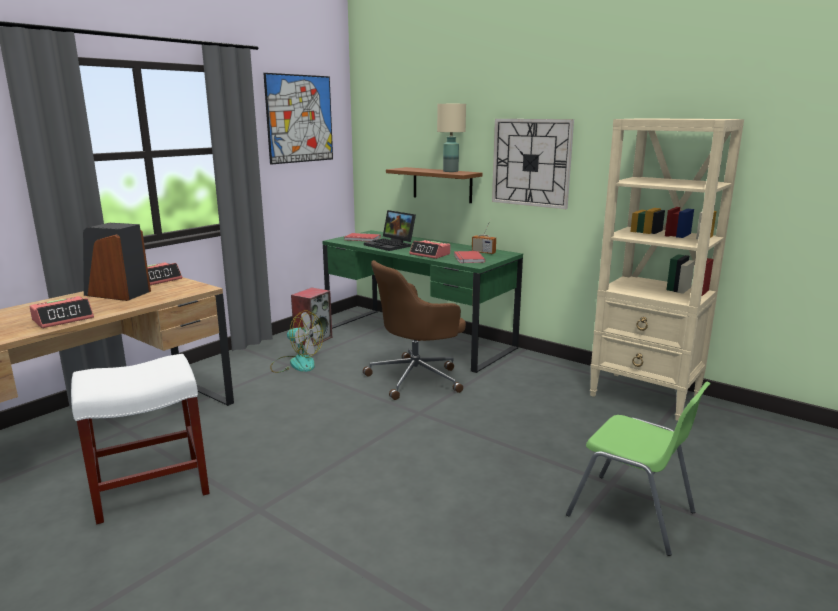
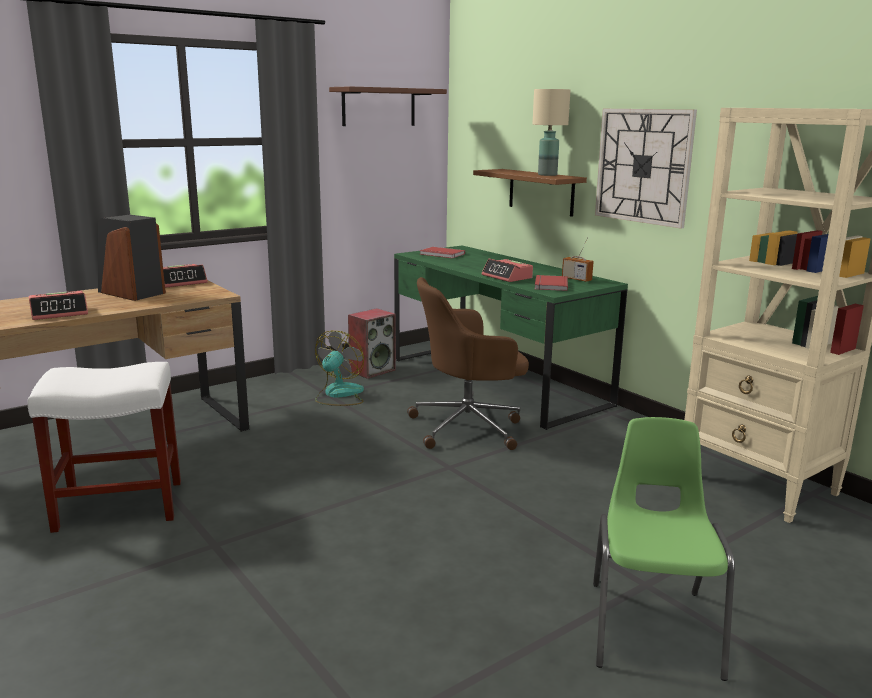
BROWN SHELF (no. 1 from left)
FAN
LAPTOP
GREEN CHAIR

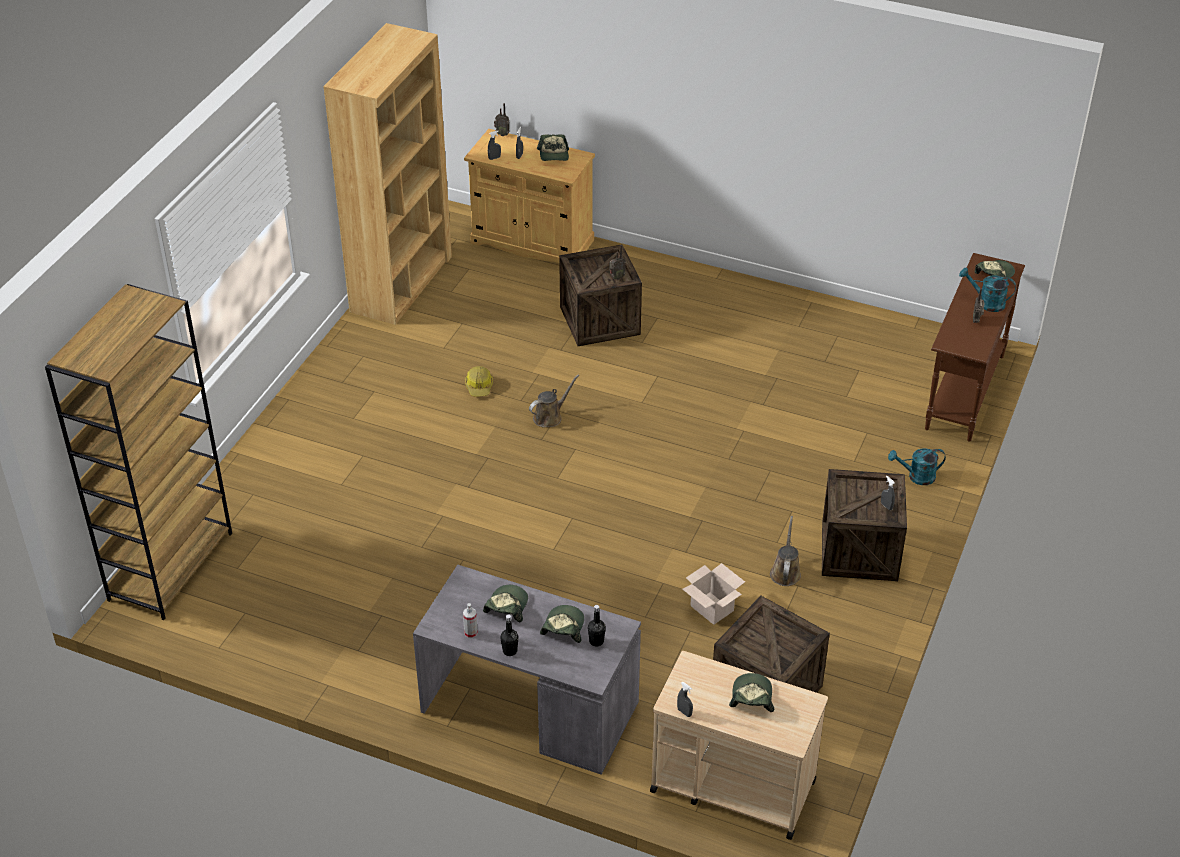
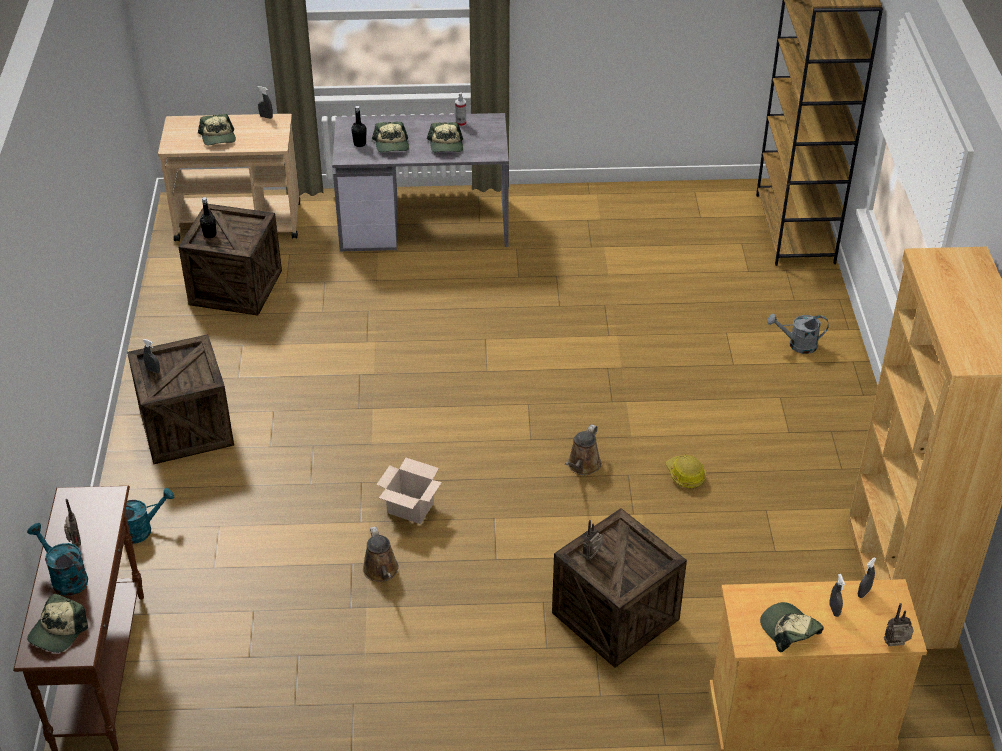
BLACK BOTTLE (no. 1 from left)
CARDBOARD BOX
BROWN WATERING CAN (no. 1 from left)
TURQUOISE WATERING CAN (no. 1 from left)
GREY WATERING CAN

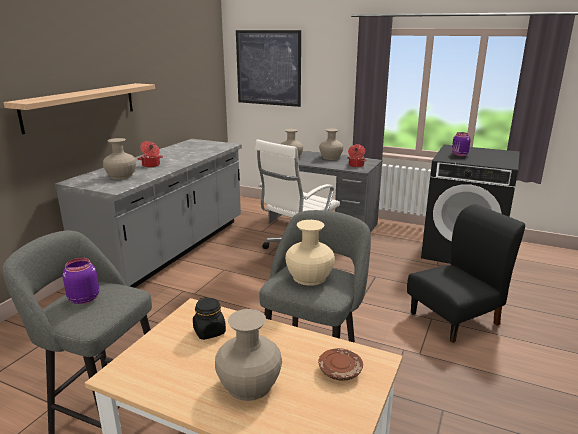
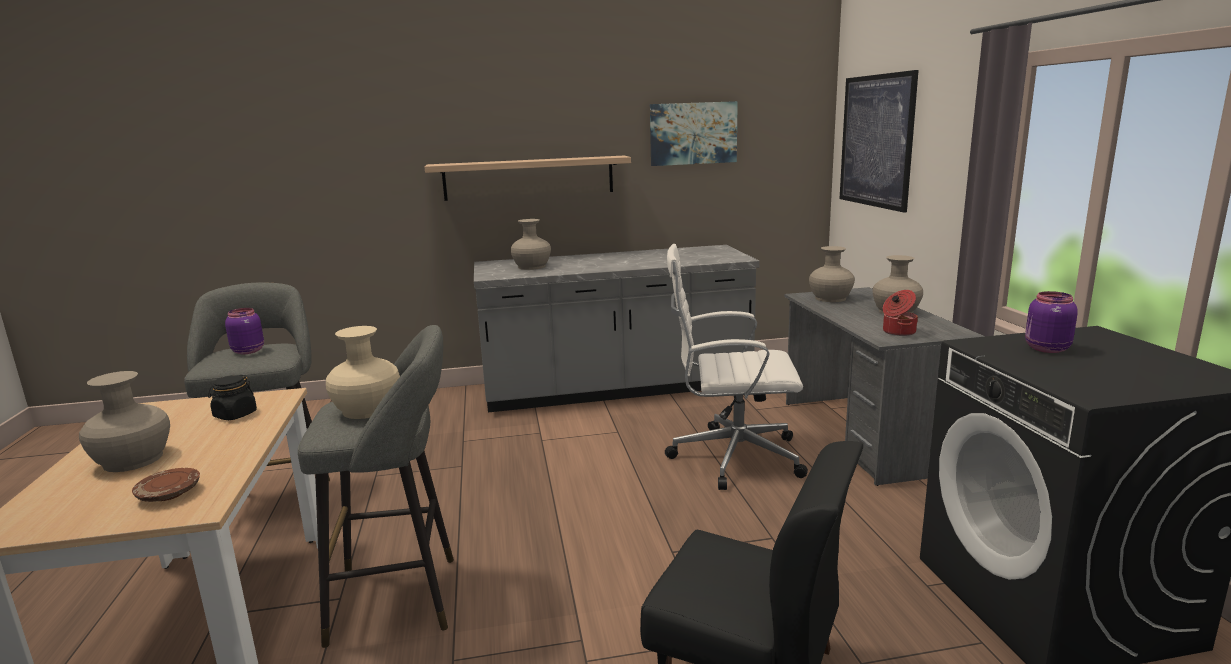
COOKING POT (no. 1 from left in the first image)
PICTURE (no. 1 from left)

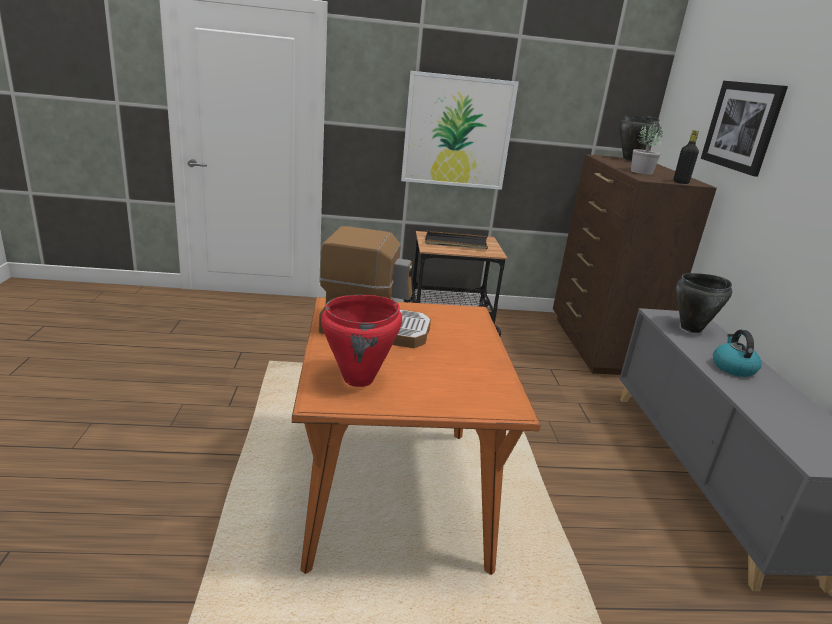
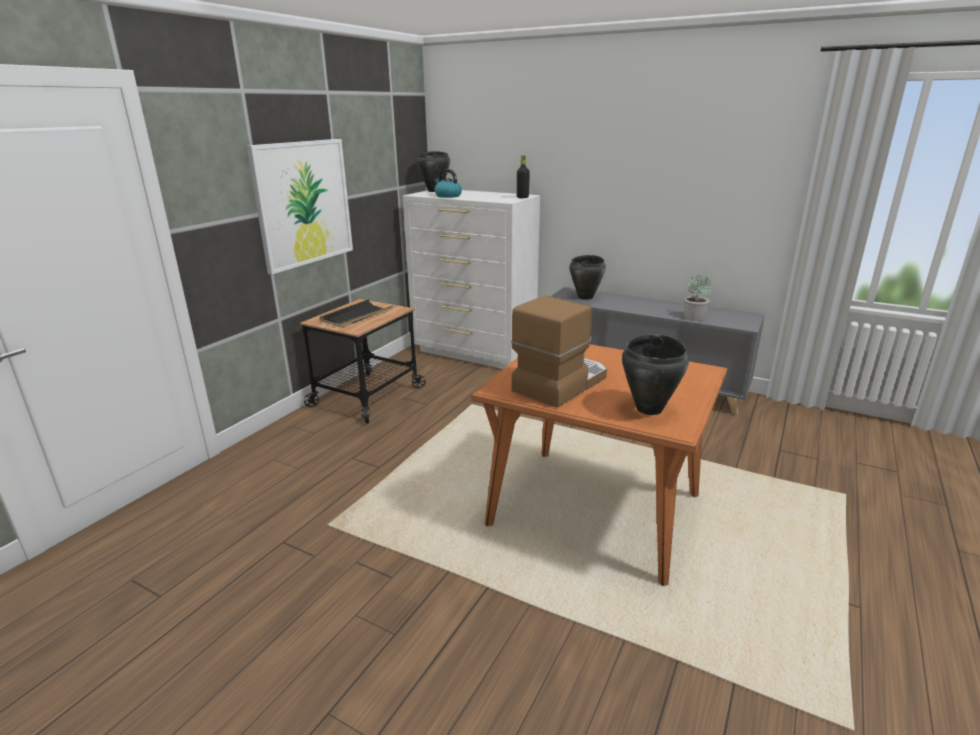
BLACK COOKING POT (no. 3 from left)
WHITE DRESSER
POTTED PLANT
PICTURE (no. 2 from left in the first image)
KETTLE

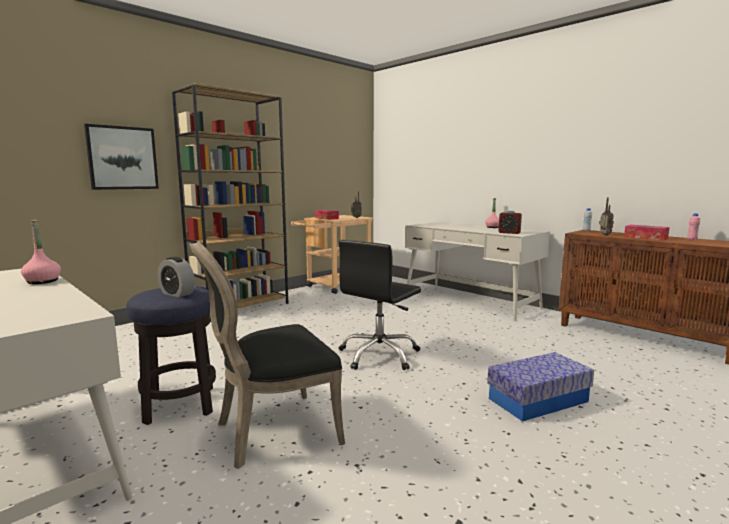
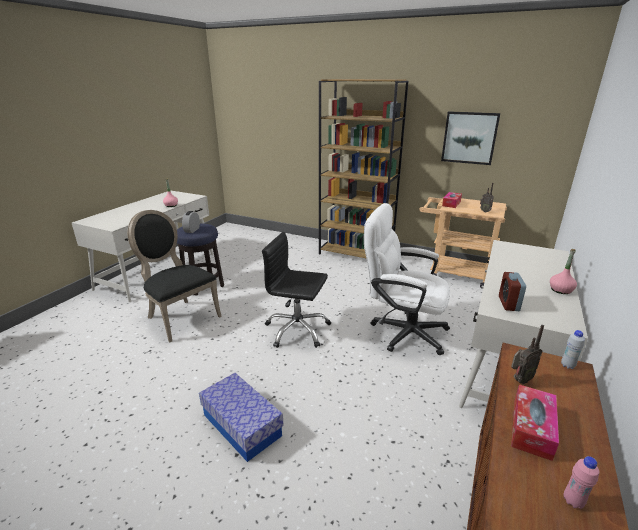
PICTURE
WHITE OFFICE CHAIR

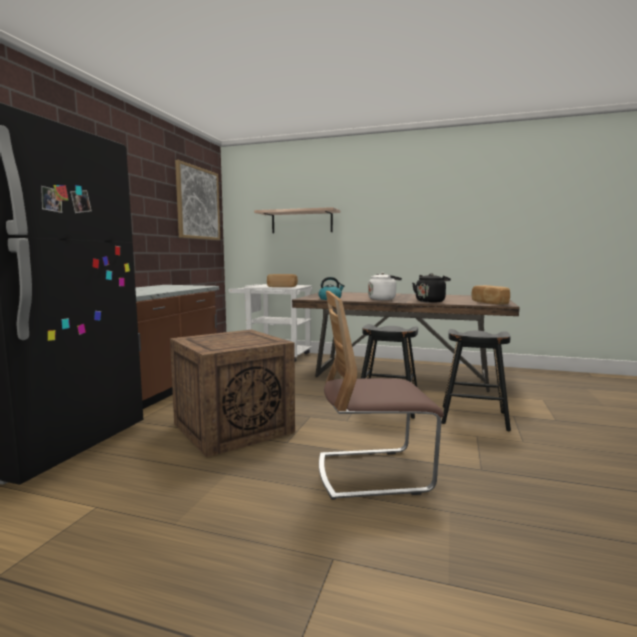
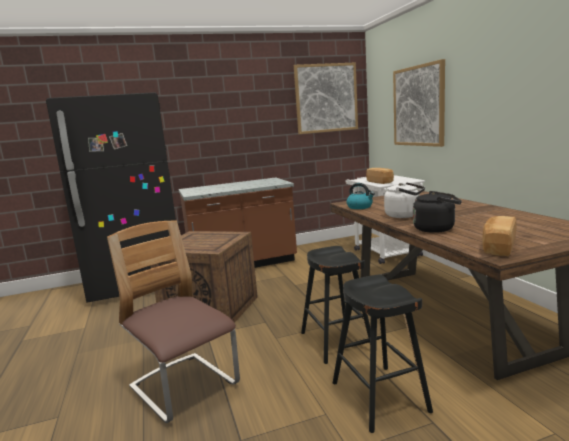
PICTURE (no. 2 from left)

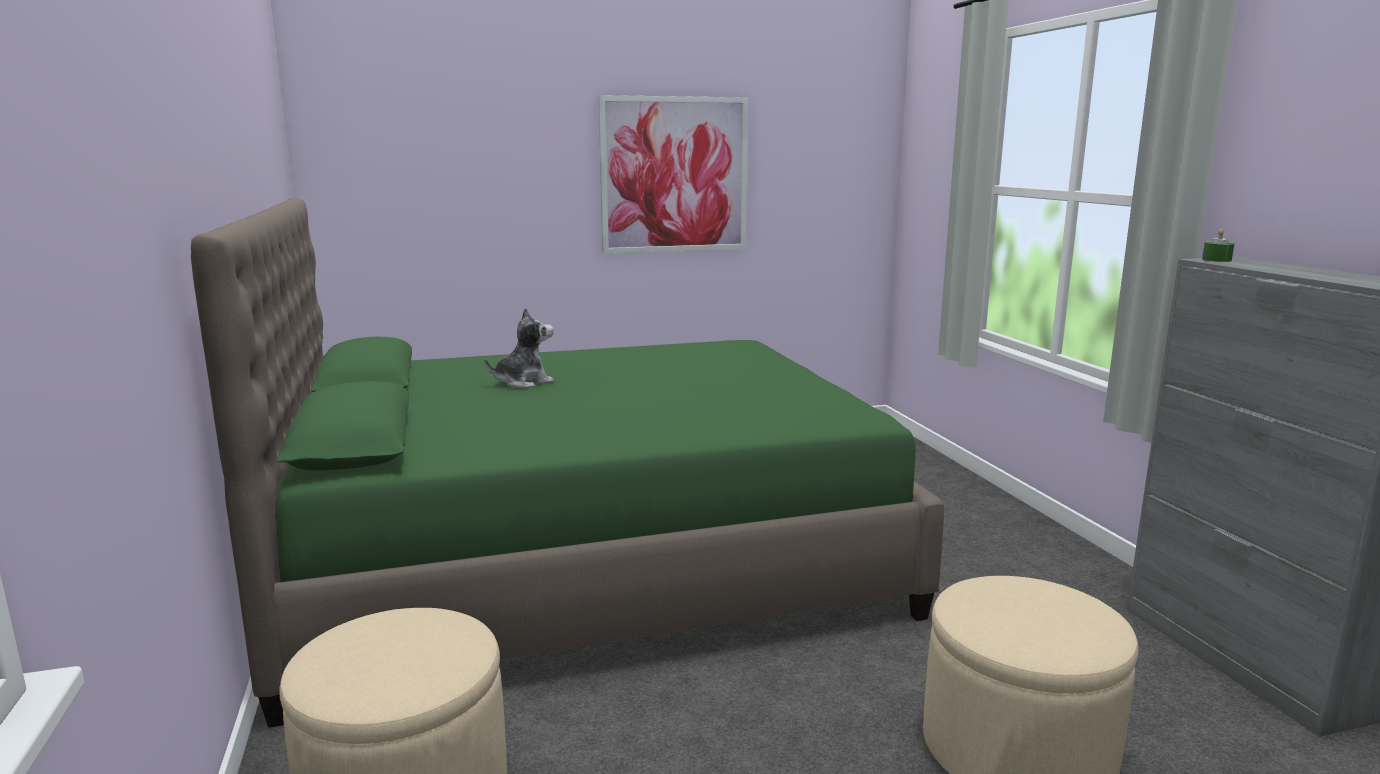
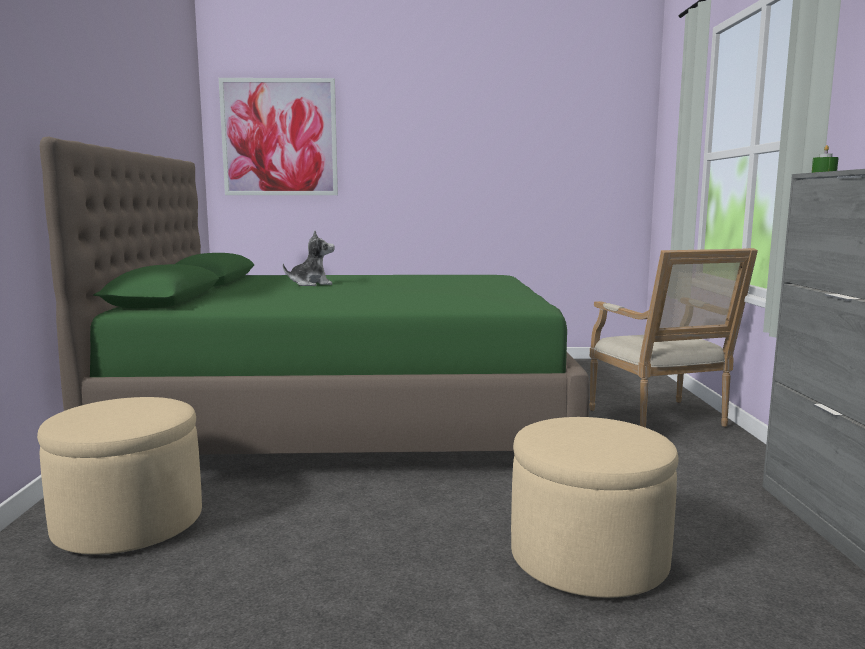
PICTURE
ARMCHAIR

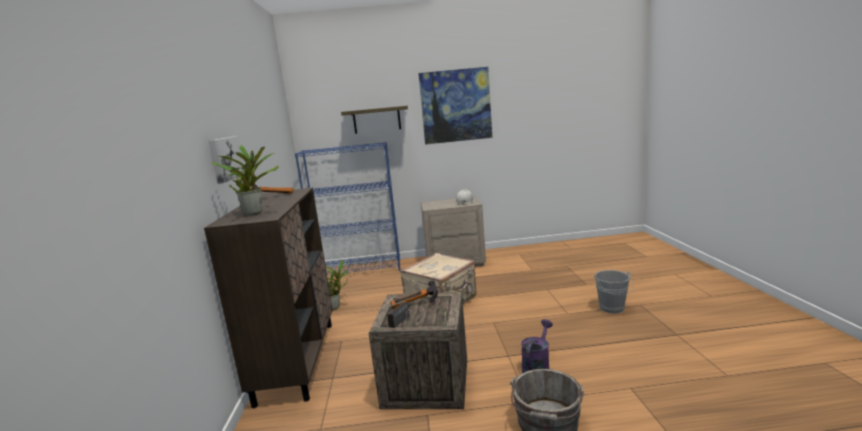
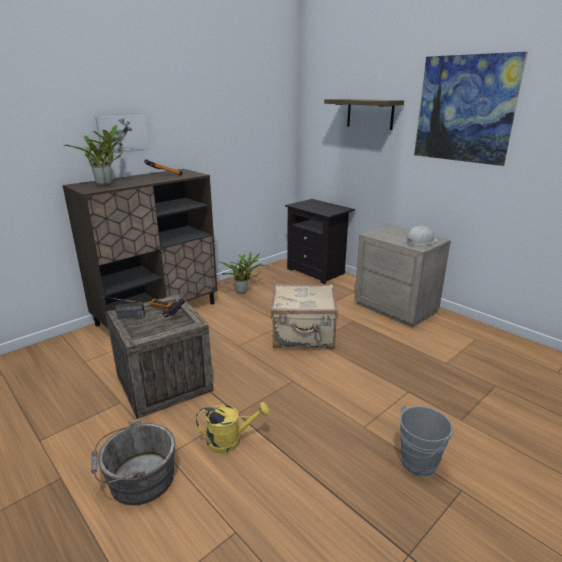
BLACK NIGHTSTAND
YELLOW WATERING CAN

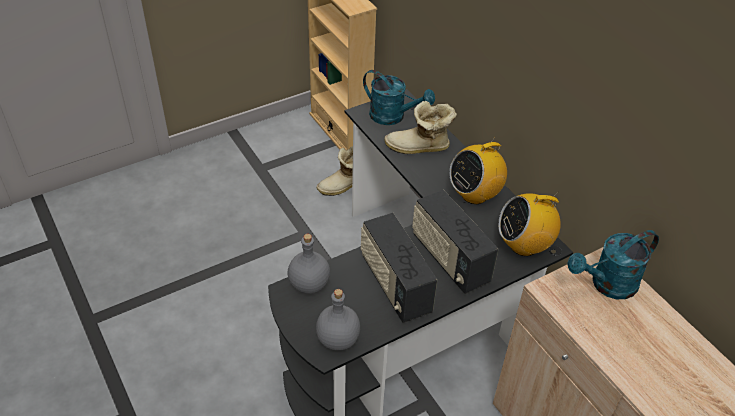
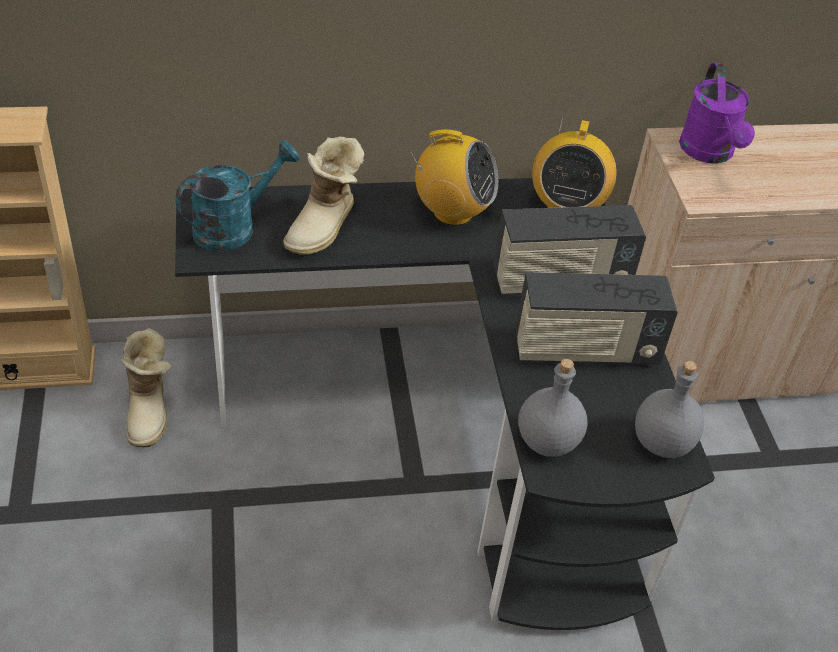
RADIO (no. 1 from left)
PURPLE WATERING CAN

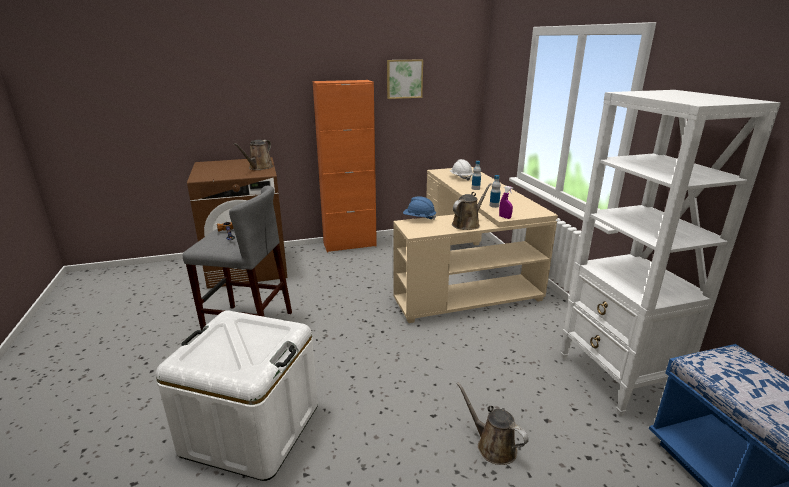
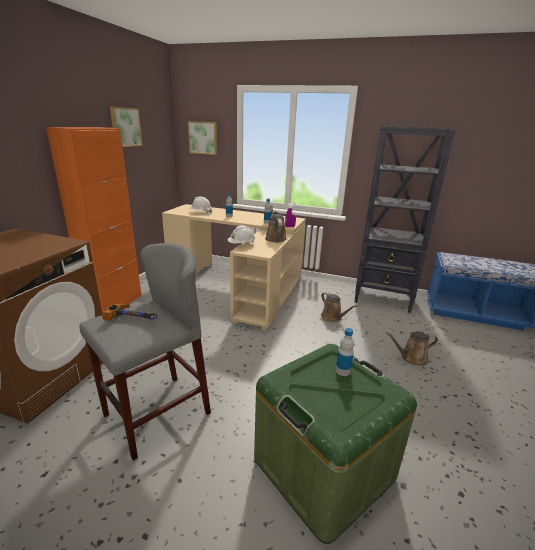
GREEN STORAGE BOX
BROWN WATERING CAN (no. 2 from left)
WHITE HARD HAT (no. 2 from left)
BLACK BOOKCASE
PICTURE (no. 2 from left)
BOTTLE (no. 3 from left)

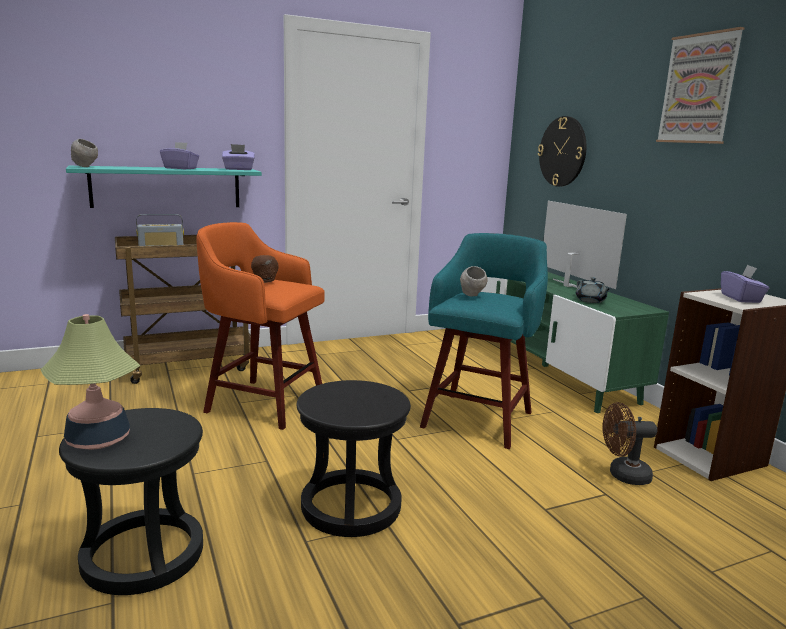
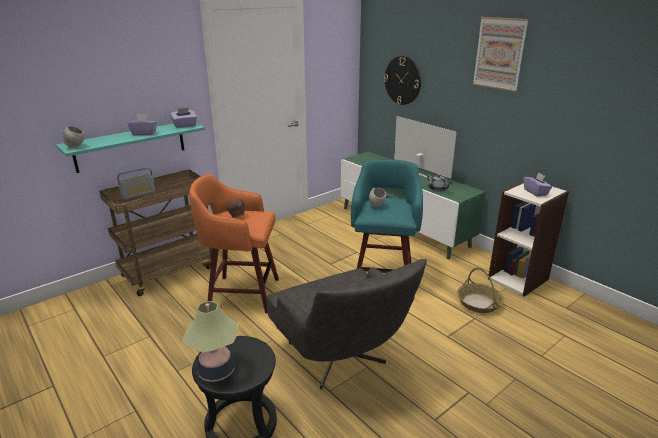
GREY ARMCHAIR
BASKET

